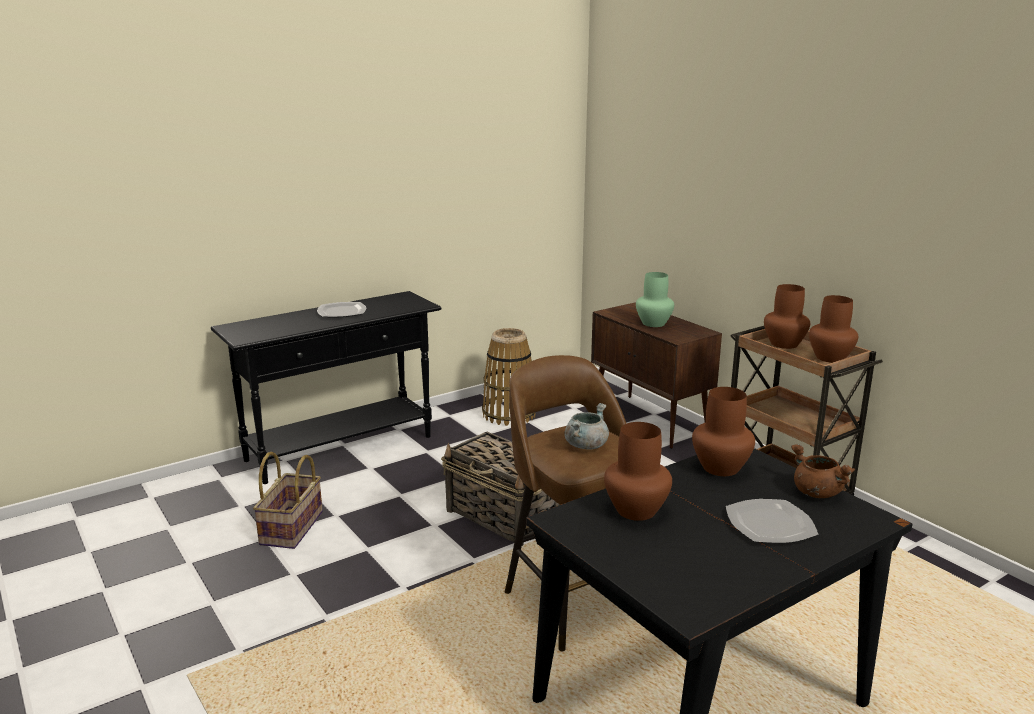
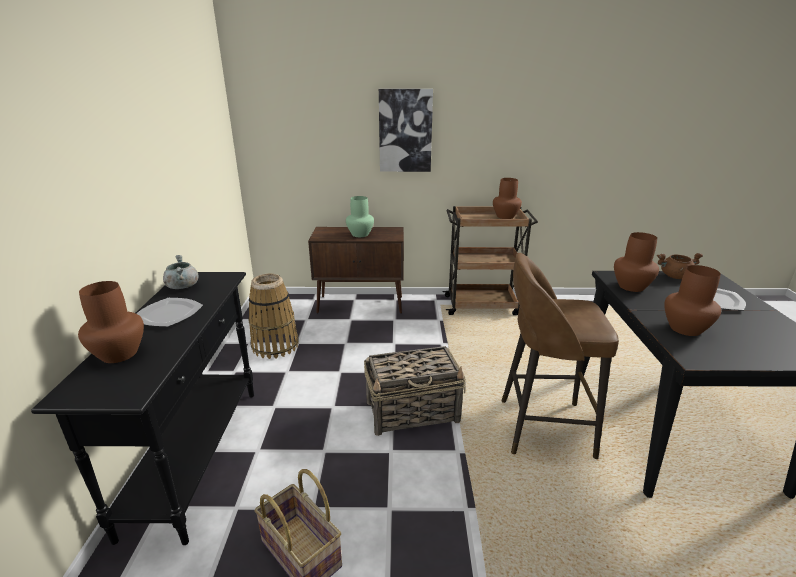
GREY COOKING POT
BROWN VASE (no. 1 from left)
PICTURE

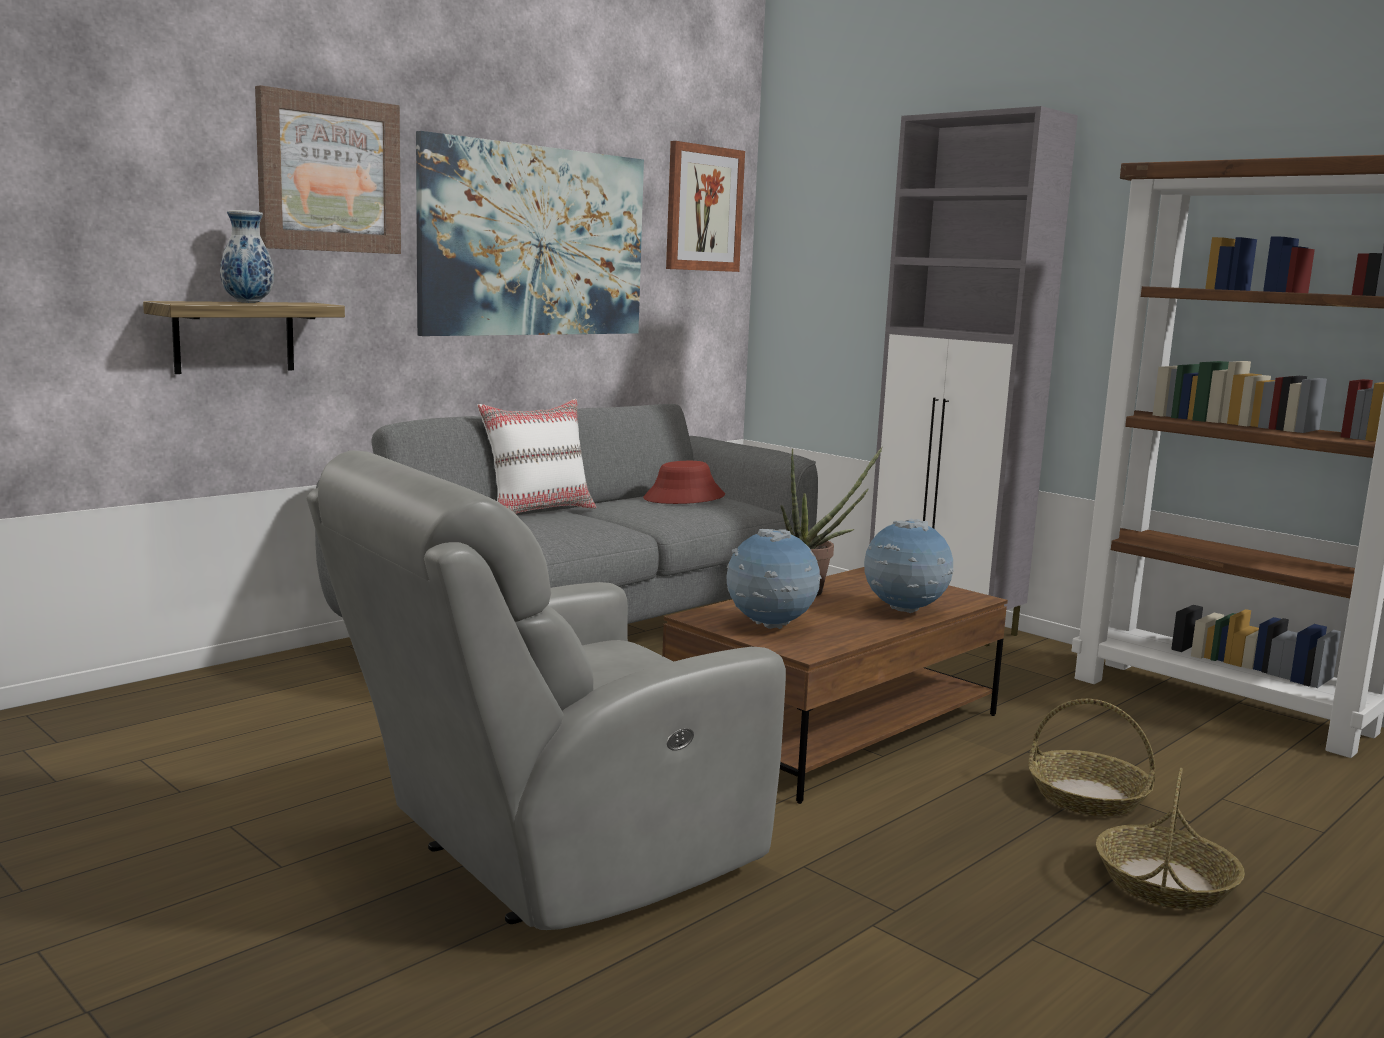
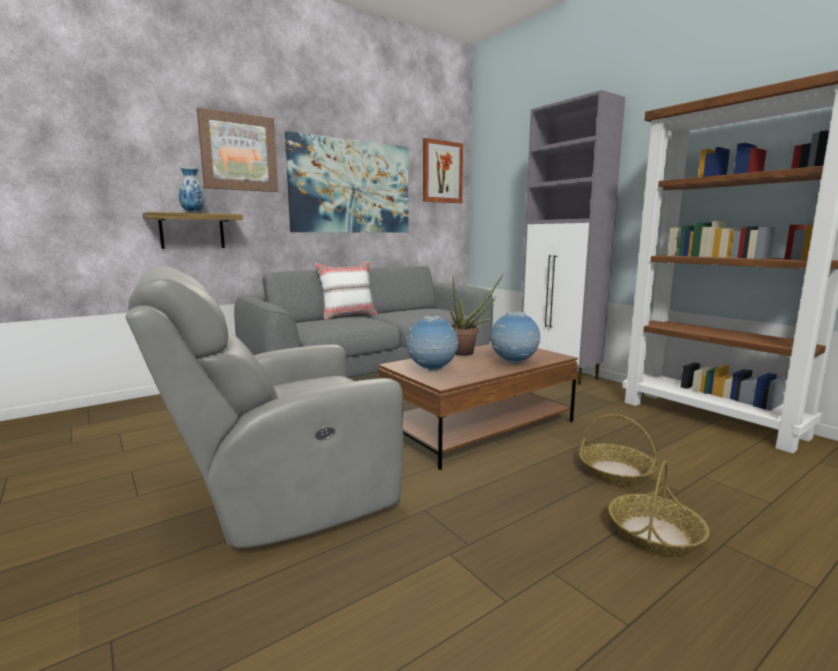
RED HAT

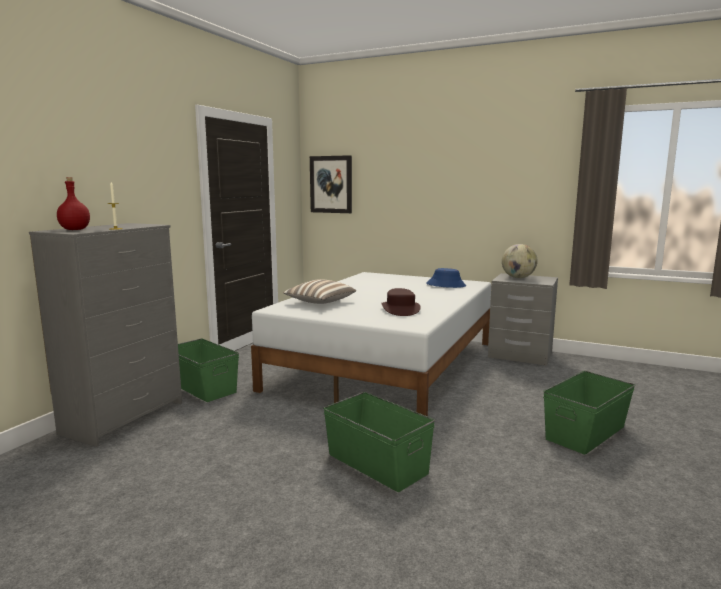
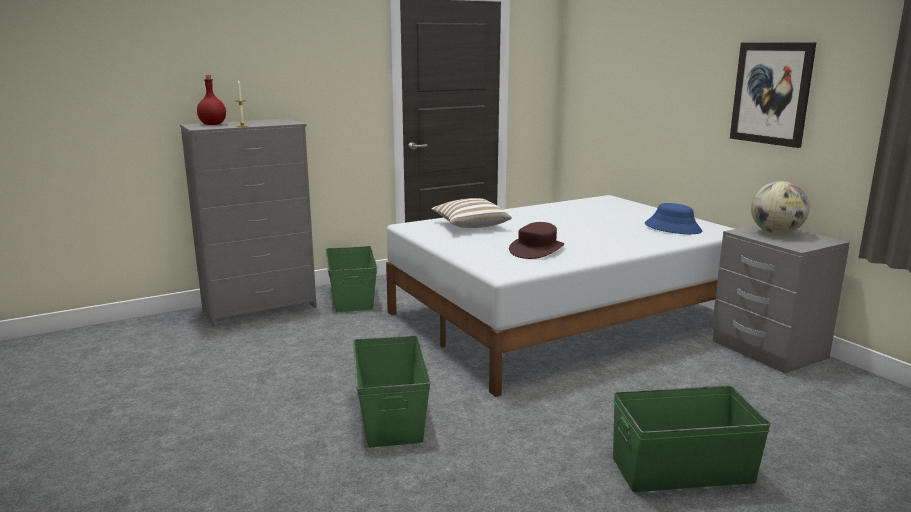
PICTURE

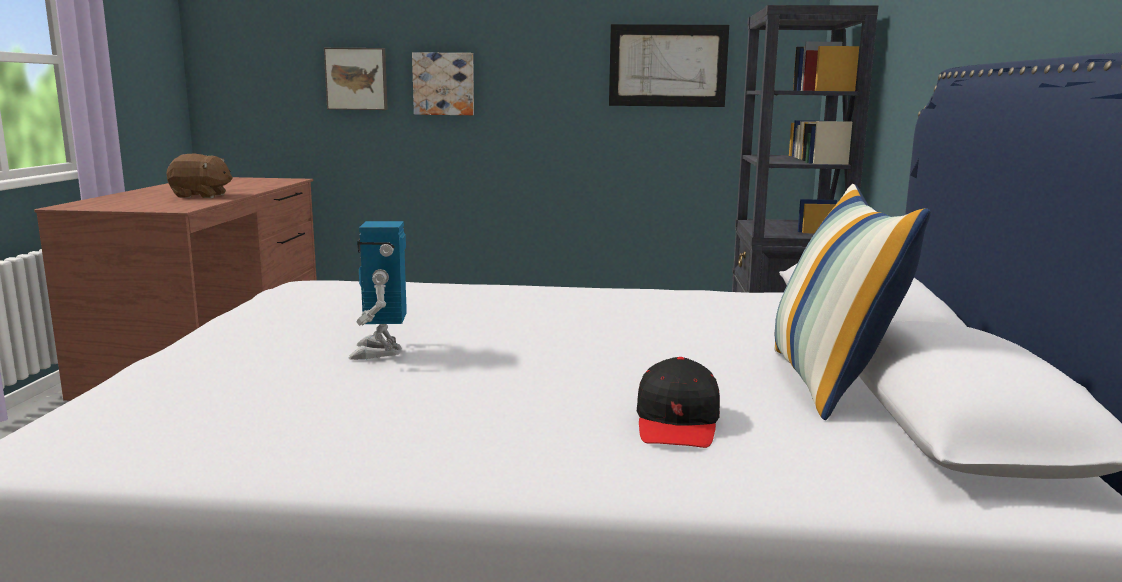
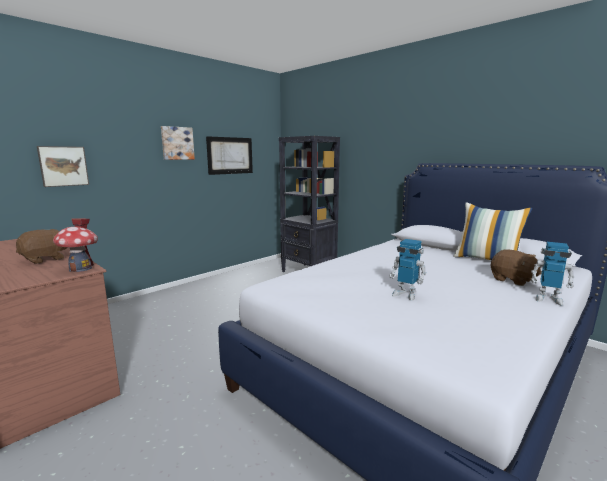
PICTURE (no. 2 from left)
BROWN PLUSH TOY (no. 2 from left)
TOY HOUSE
TOY ROBOT (no. 2 from left)

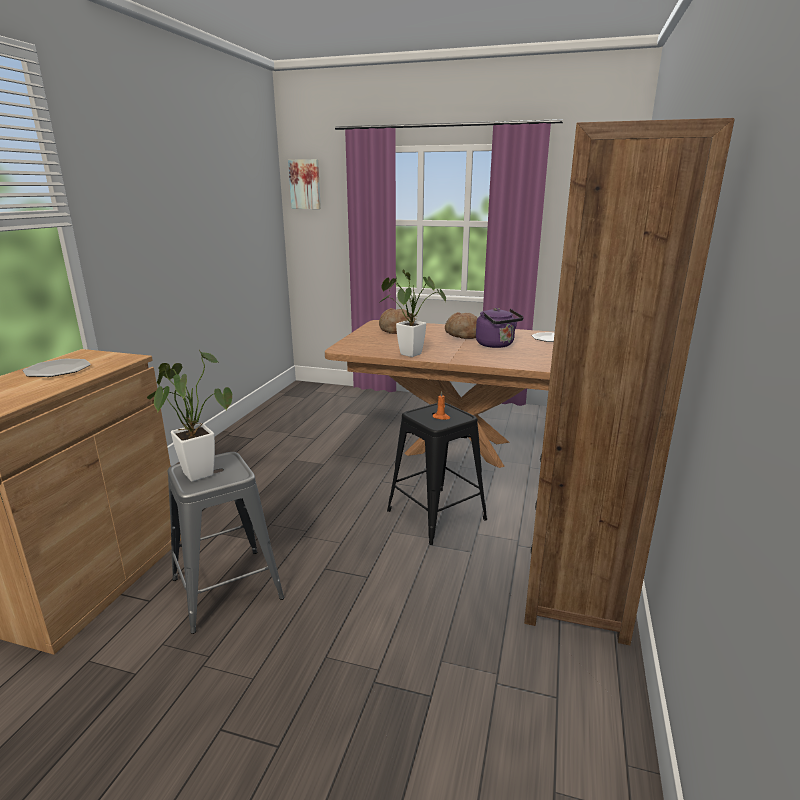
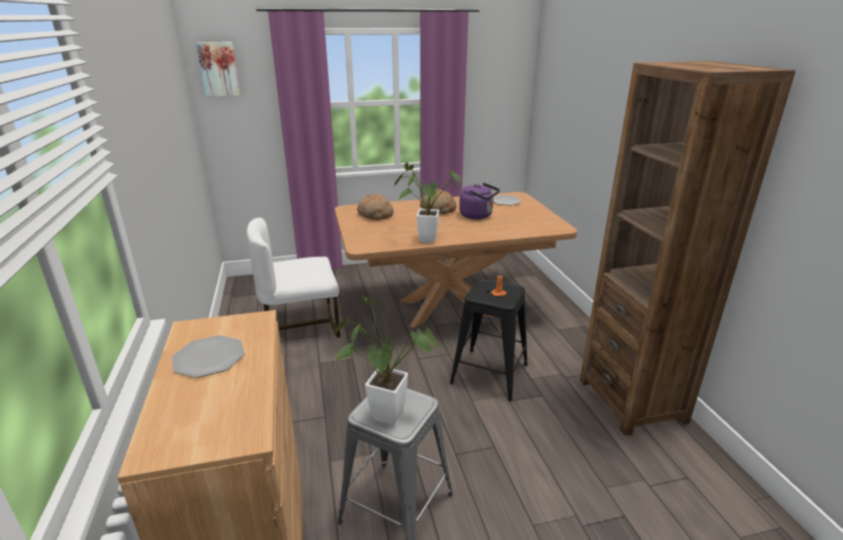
WHITE CHAIR

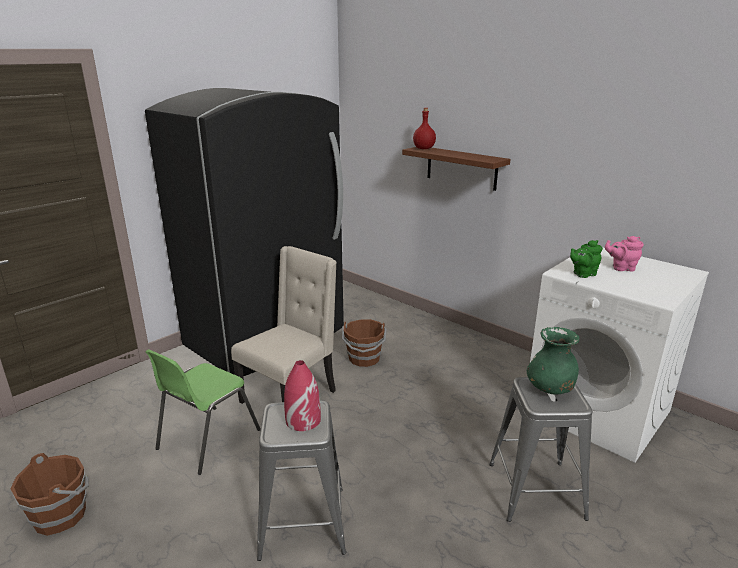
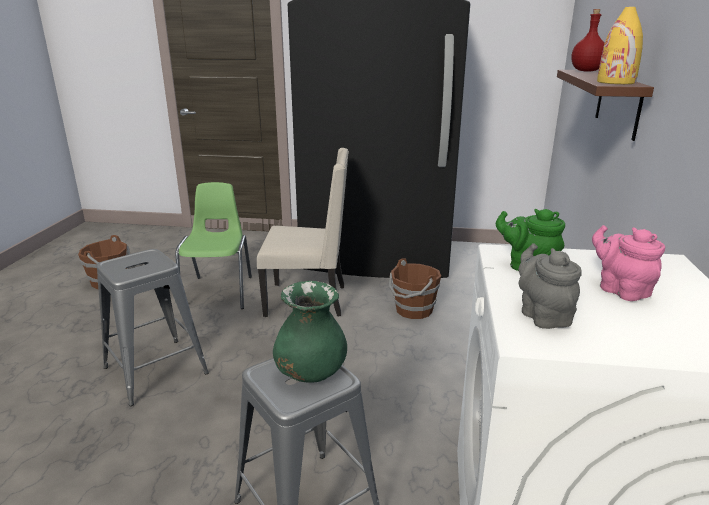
GREEN CHAIR
RED VASE
GREY TEAPOT
YELLOW VASE

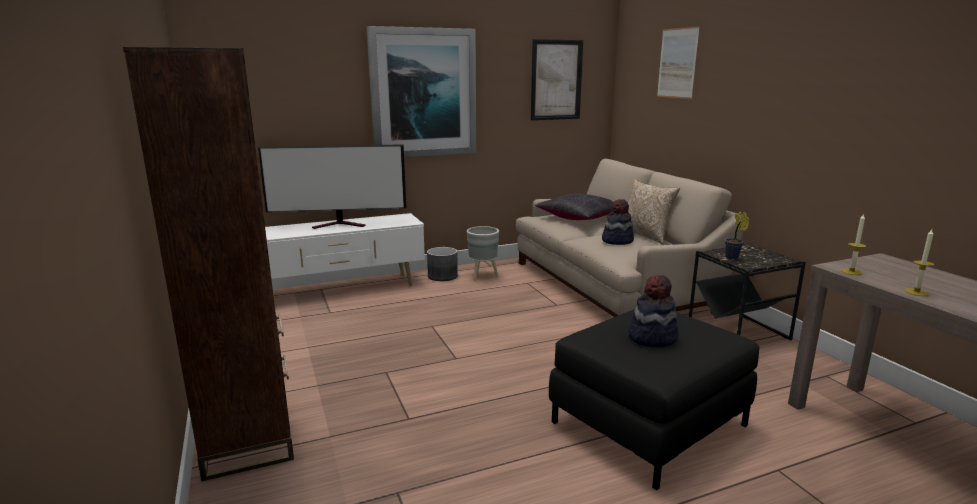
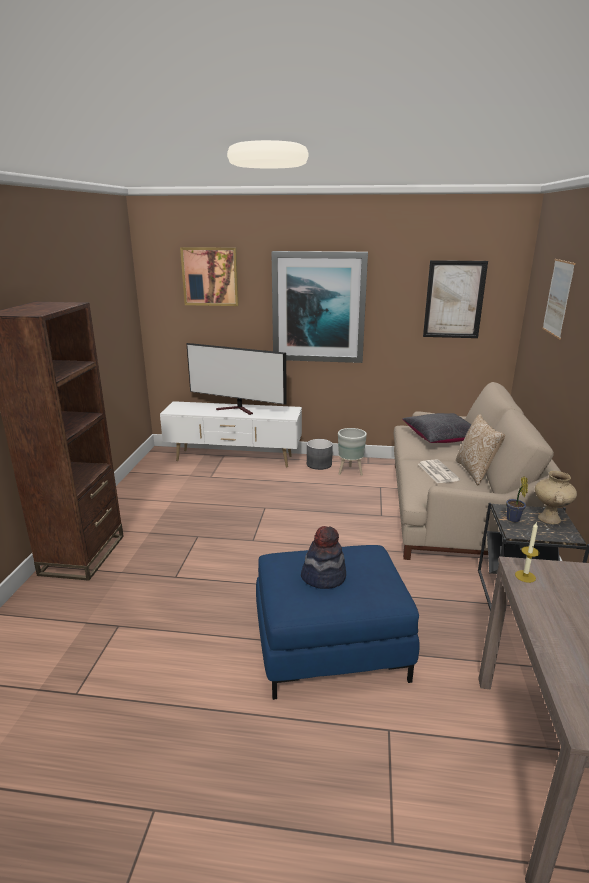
BLUE OTTOMAN
NEWSPAPER
CANDLE (no. 2 from left in the first image)
PICTURE (no. 1 from left)
BEIGE VASE

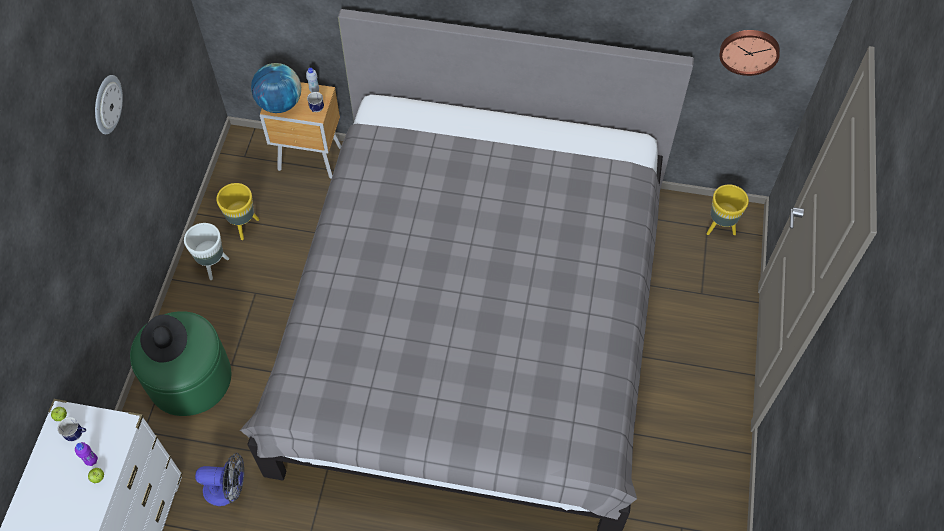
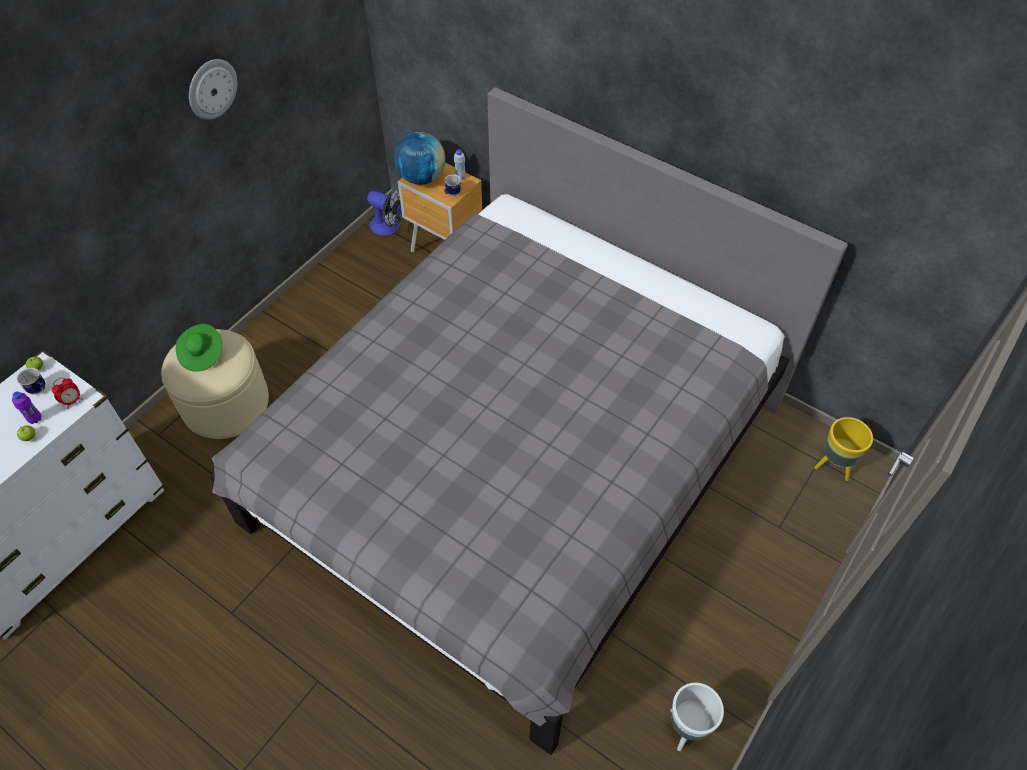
BEIGE OTTOMAN
GREEN HAT
WHITE PLANTER
FAN
YELLOW PLANTER (no. 1 from left in the first image)
WALL CLOCK (no. 2 from left in the first image)
ALARM CLOCK

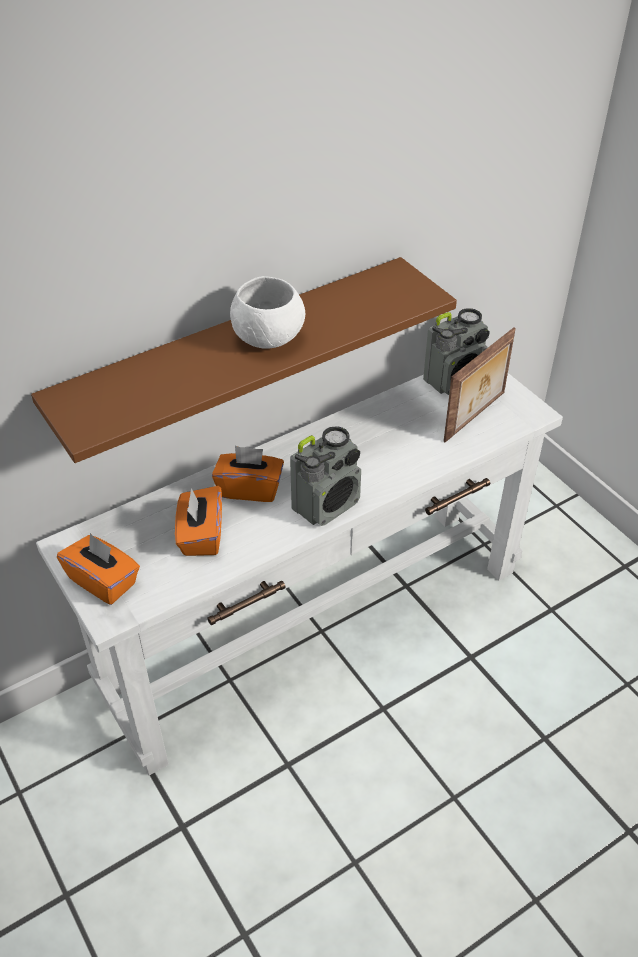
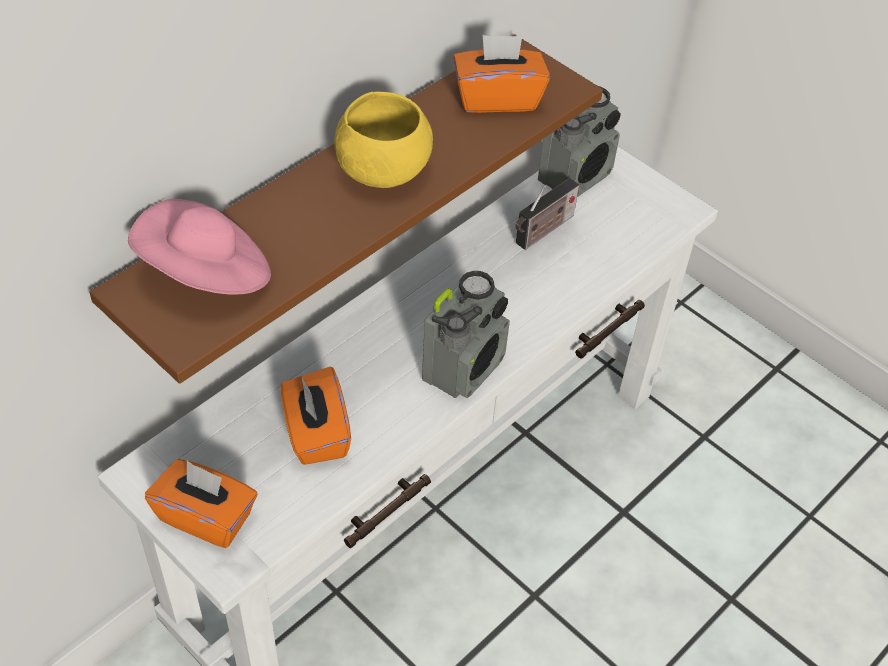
ORANGE TISSUE BOX (no. 3 from left)
YELLOW BOWL
PICTURE FRAME
PINK HAT
RADIO (no. 2 from left)

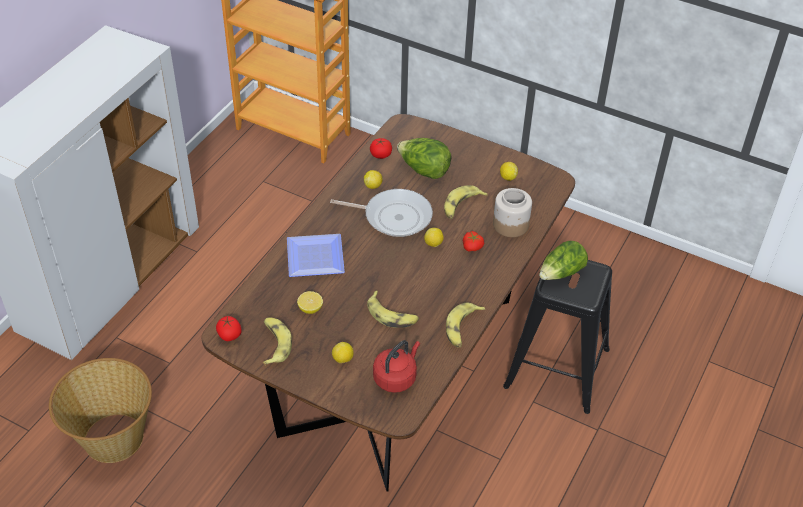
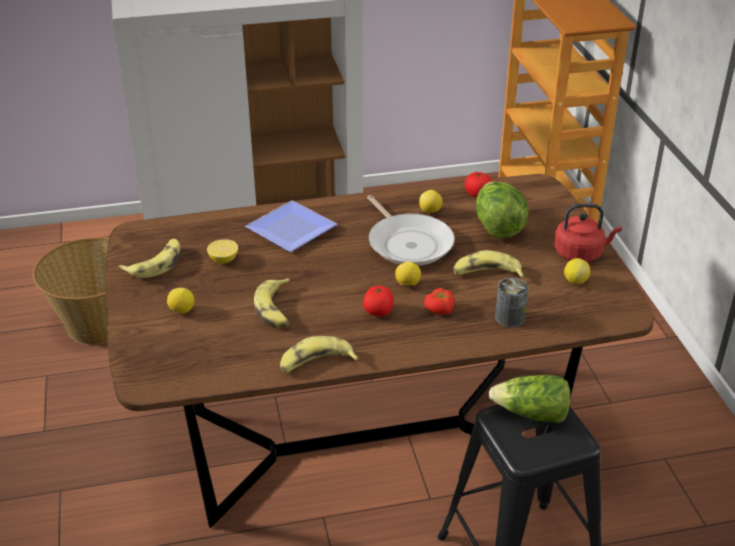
TOMATO (no. 1 from left)
RED KETTLE
CAN

